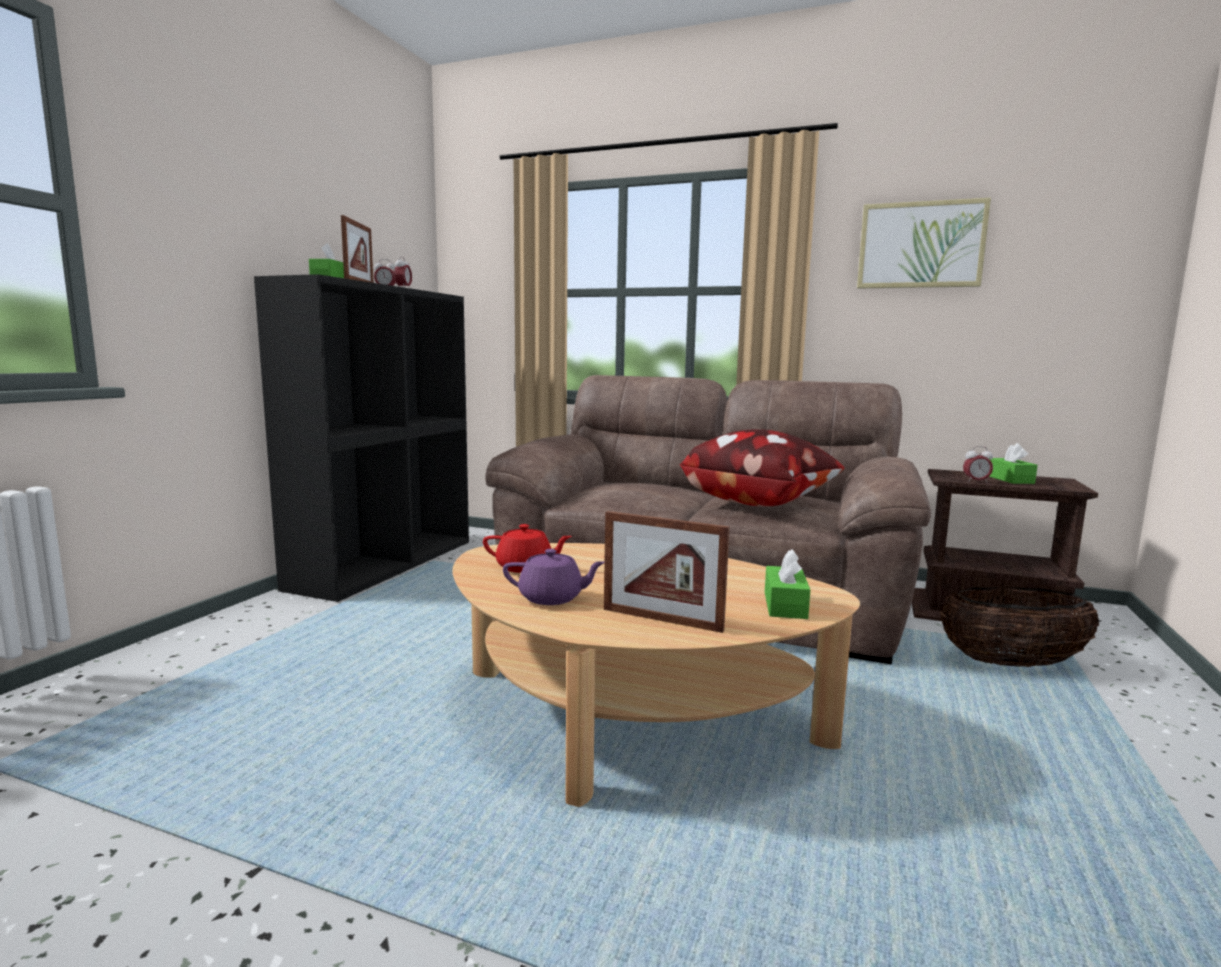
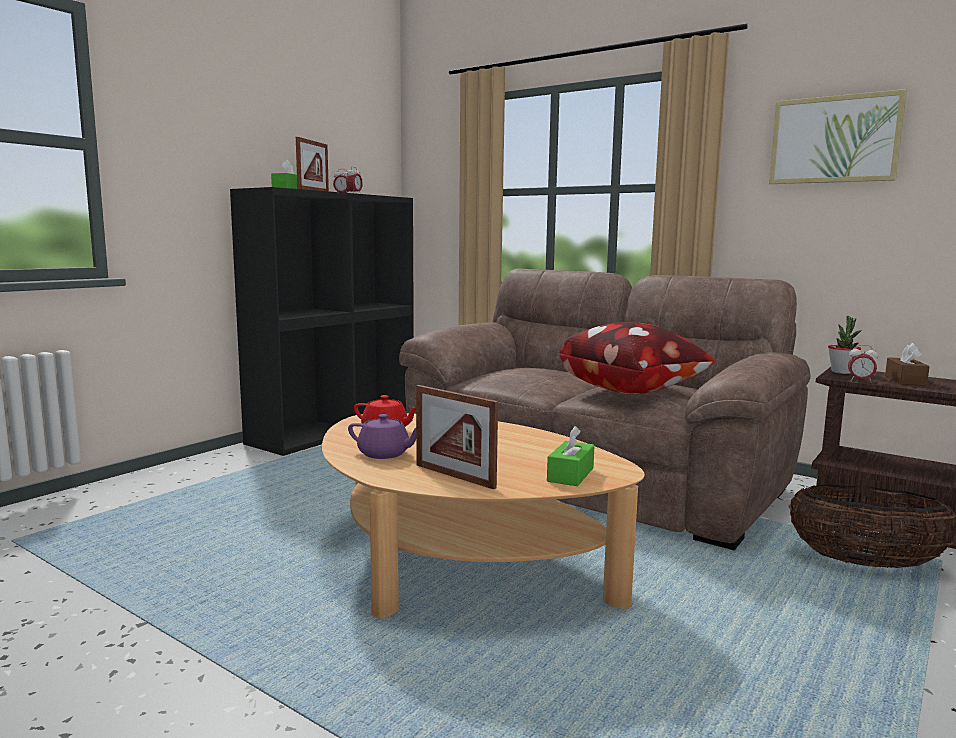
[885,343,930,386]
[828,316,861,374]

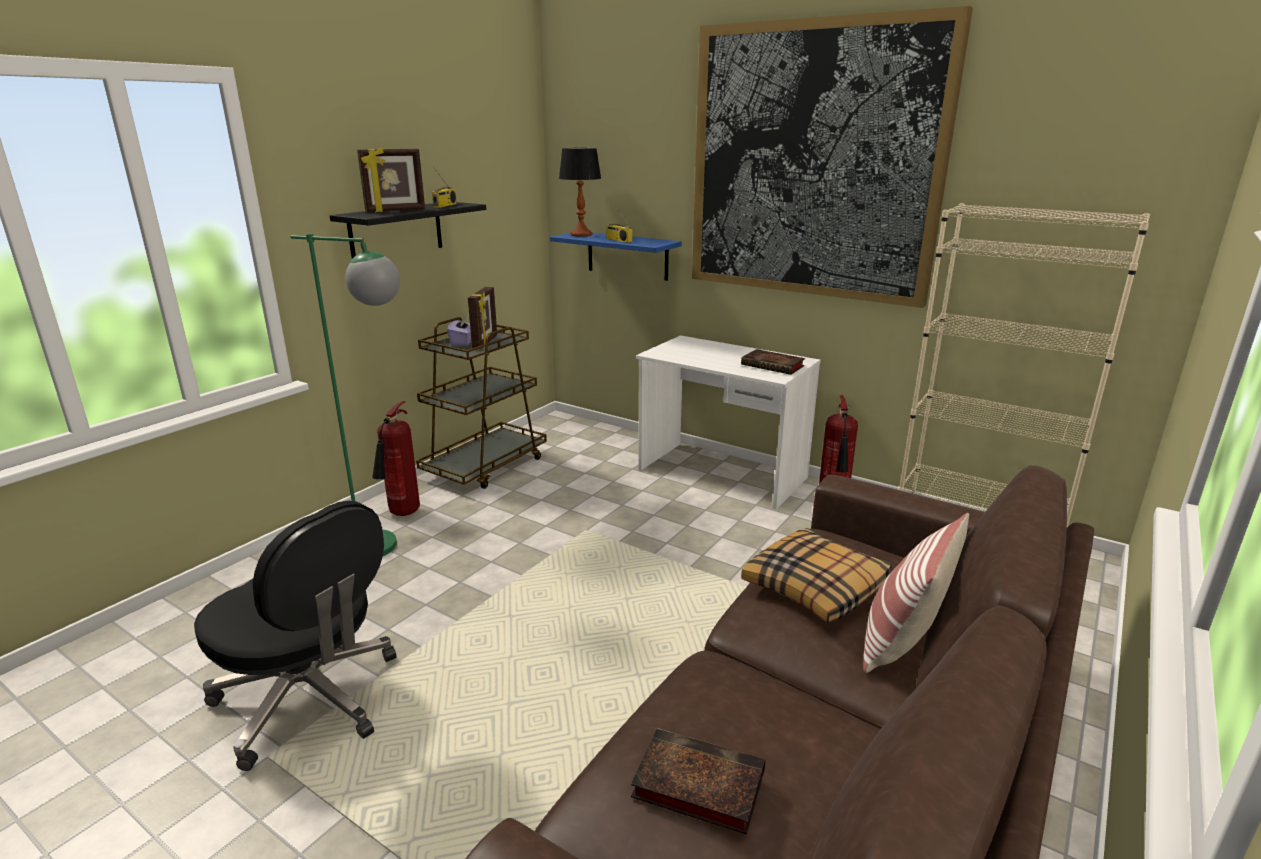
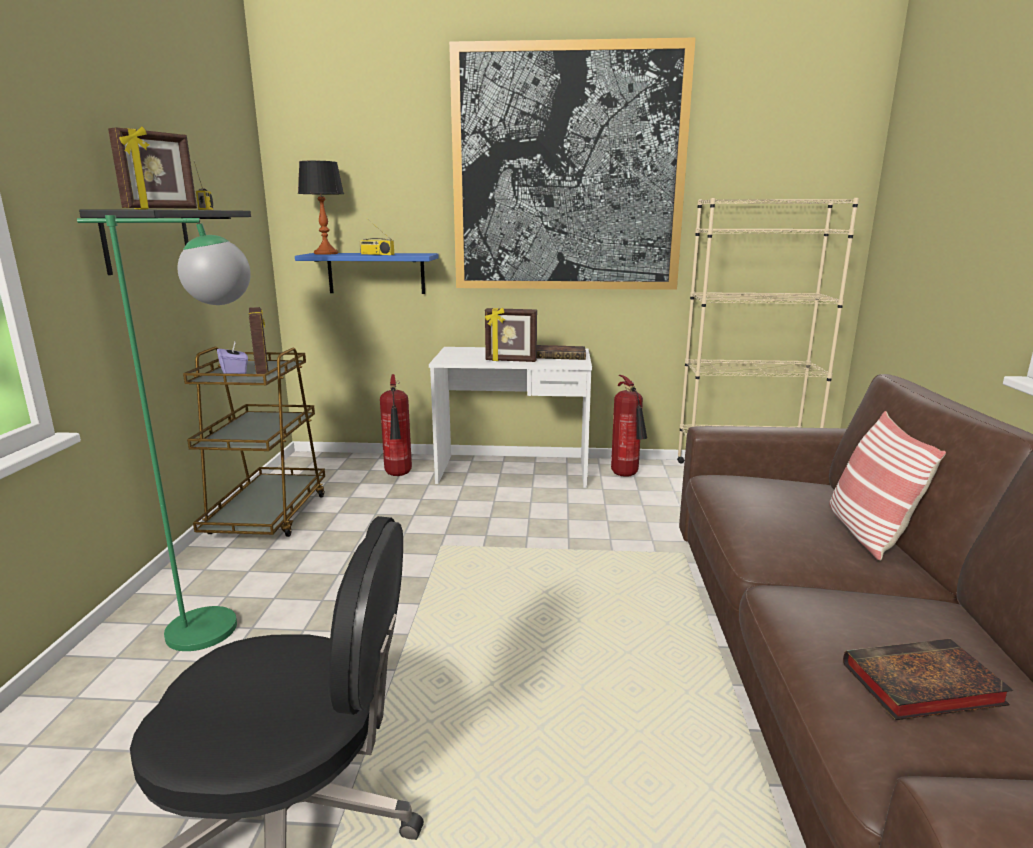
[380,374,412,476]
[741,528,892,623] (first image)
[485,308,537,362]

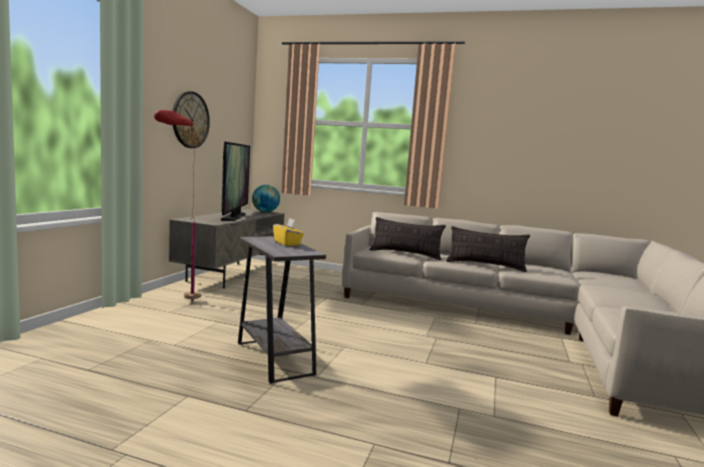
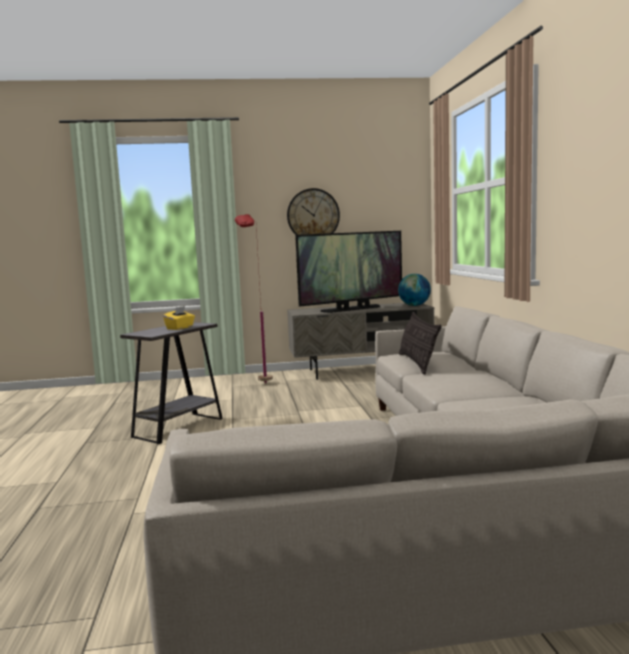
[446,226,530,272] (first image)

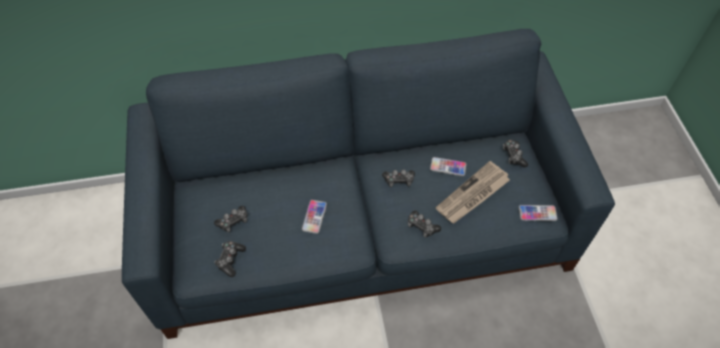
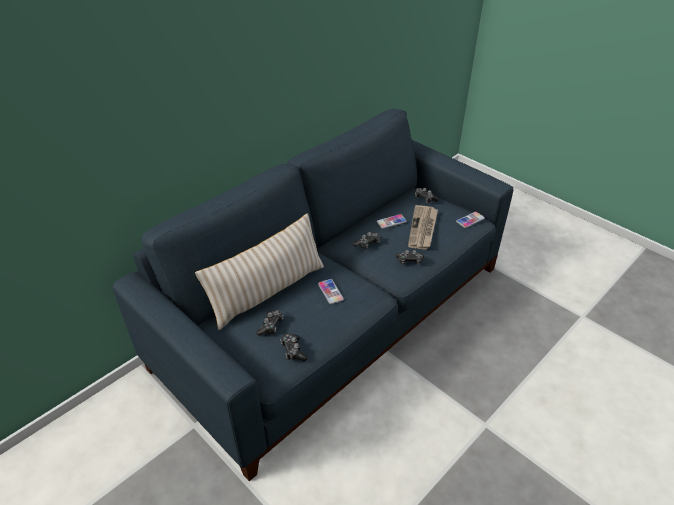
[195,213,324,330]

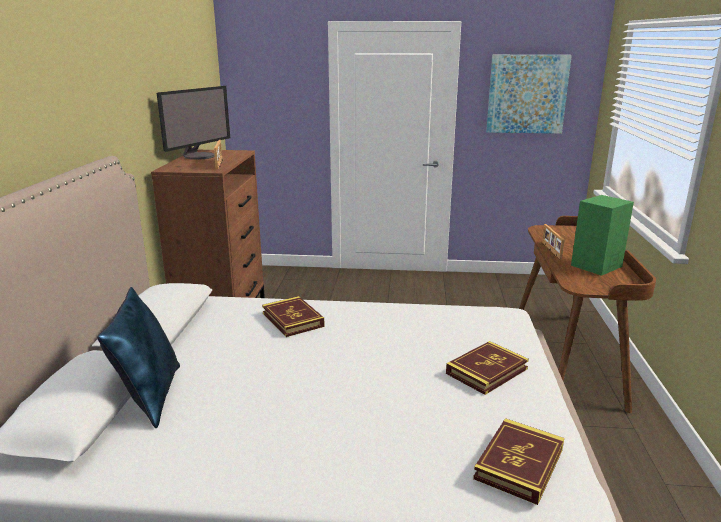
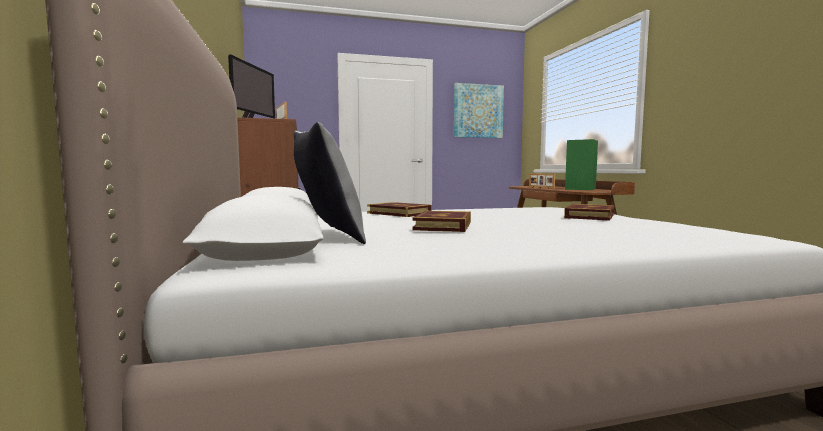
[294,122,366,244]
[412,211,471,232]

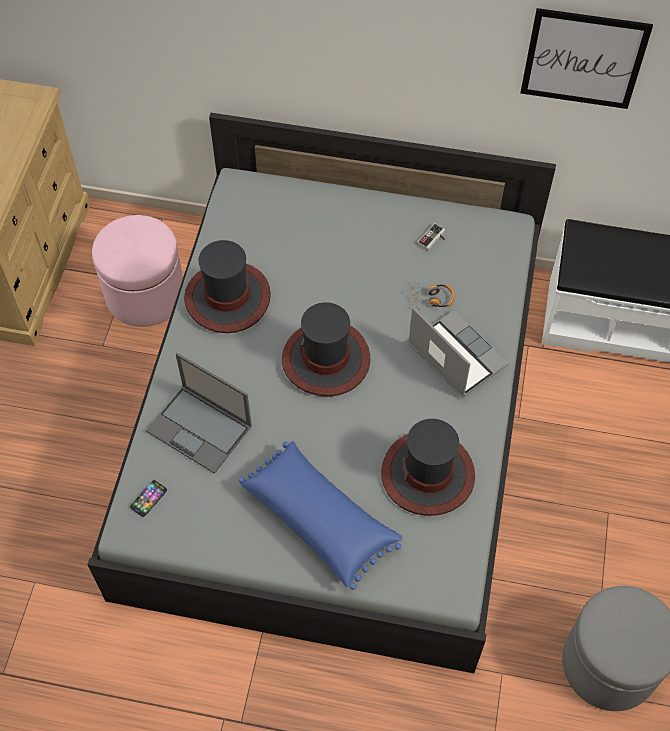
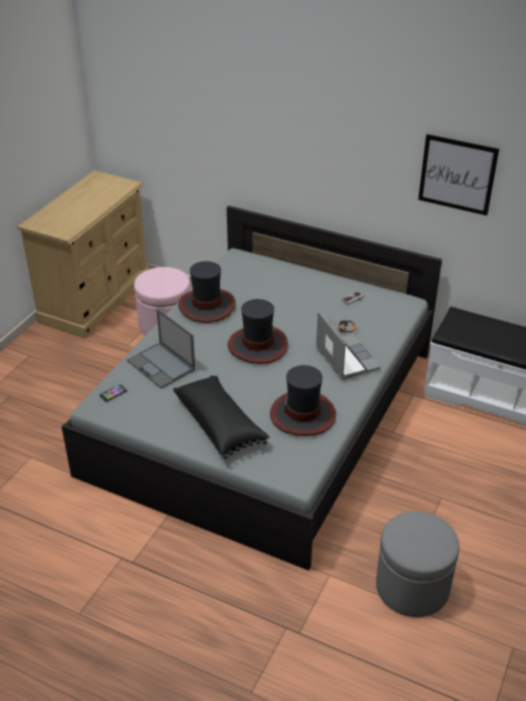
[173,376,269,459]

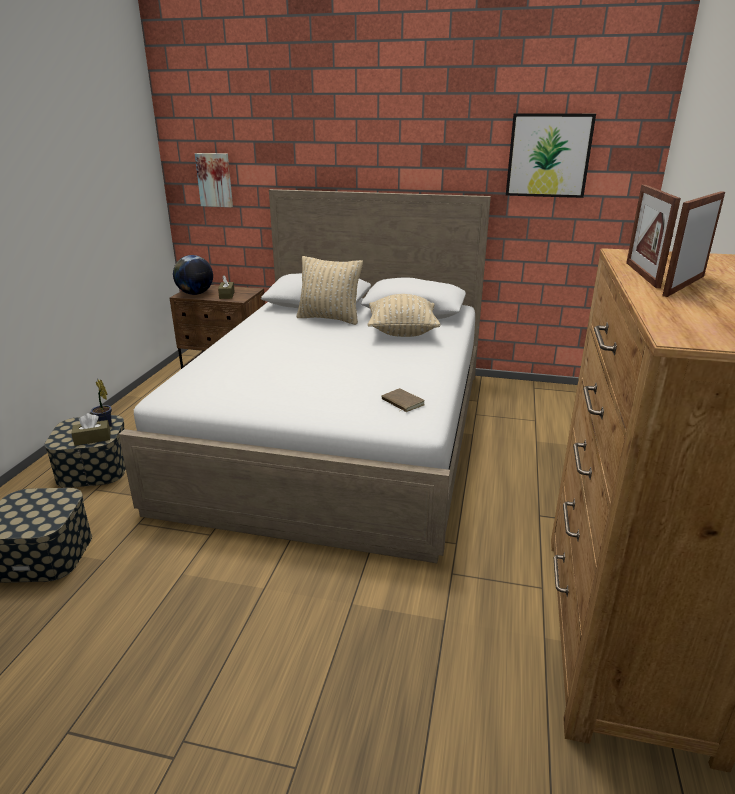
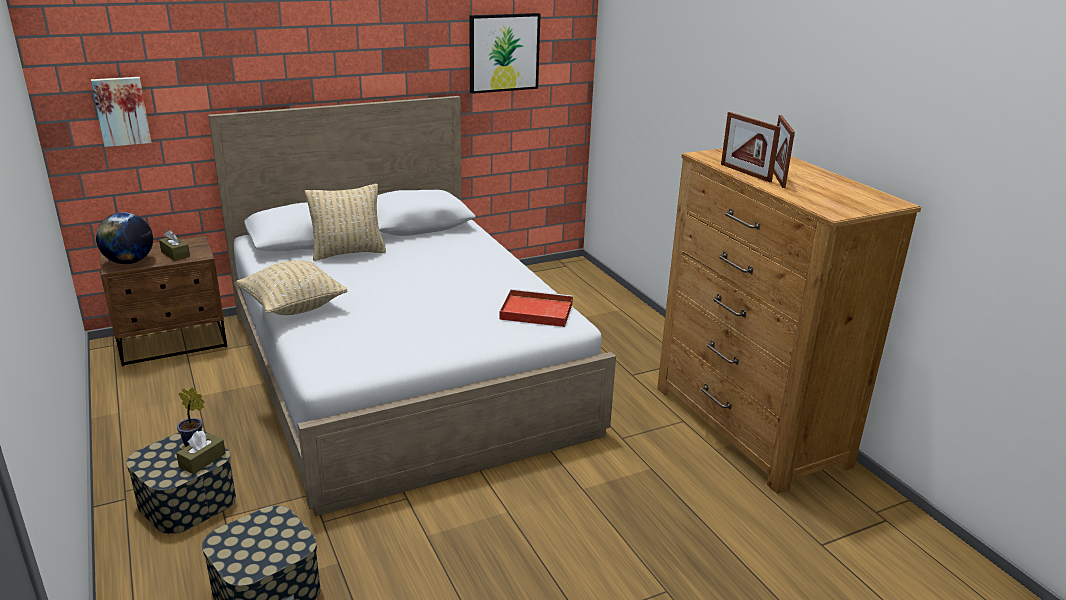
[236,260,347,315]
[500,289,573,327]

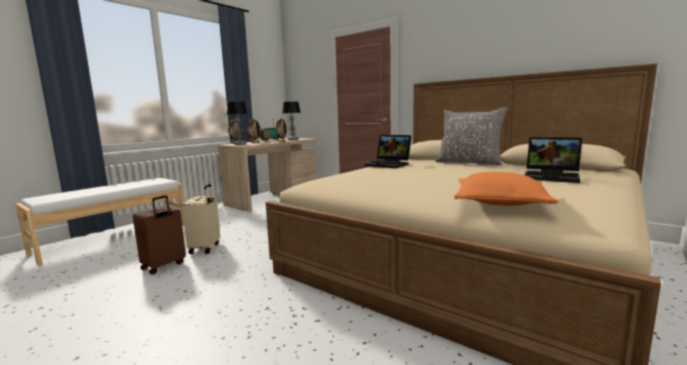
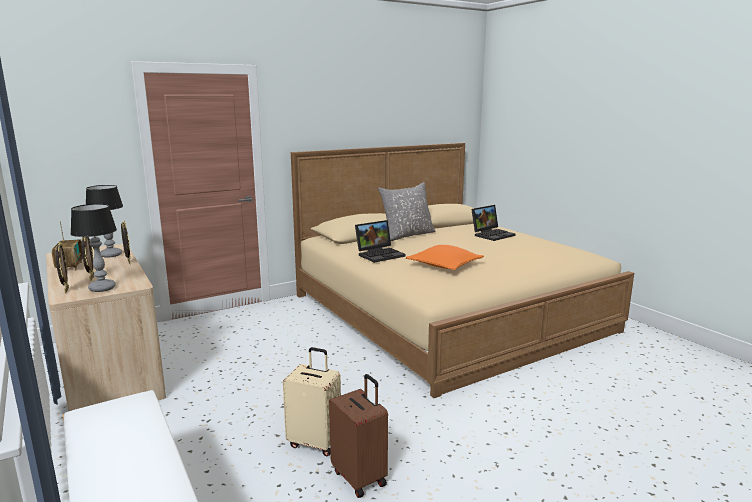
[406,245,484,270]

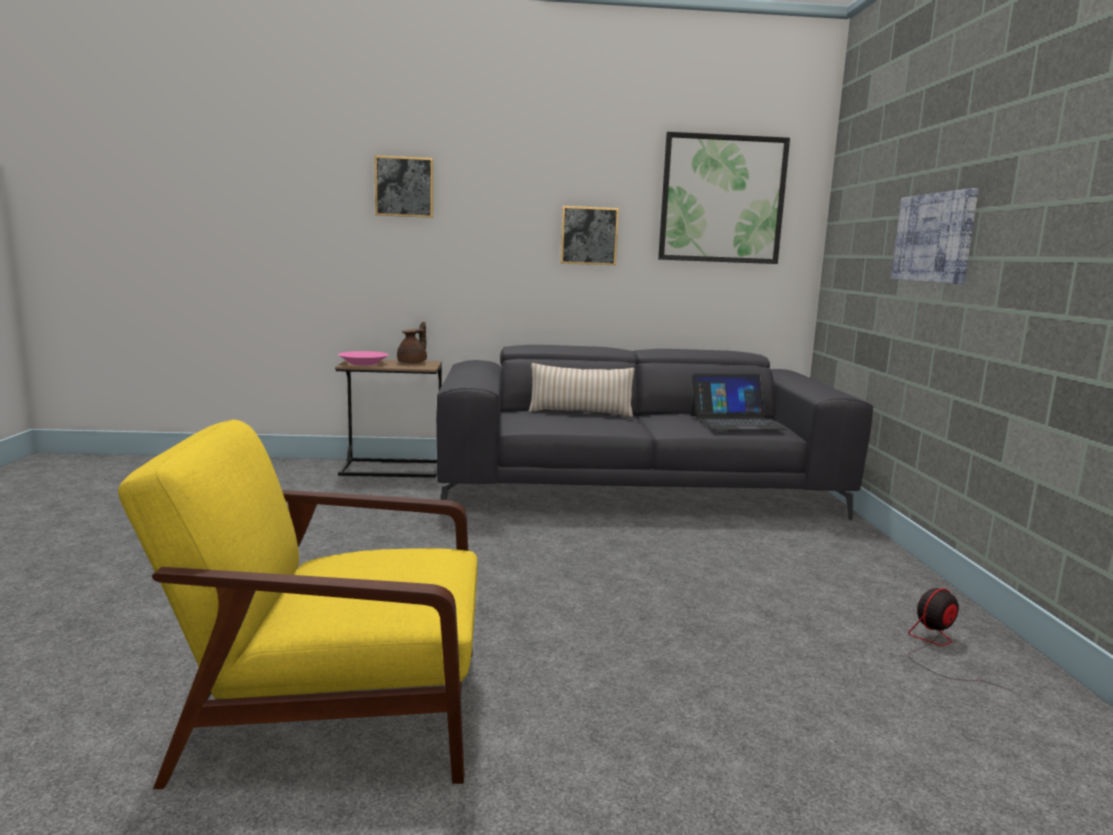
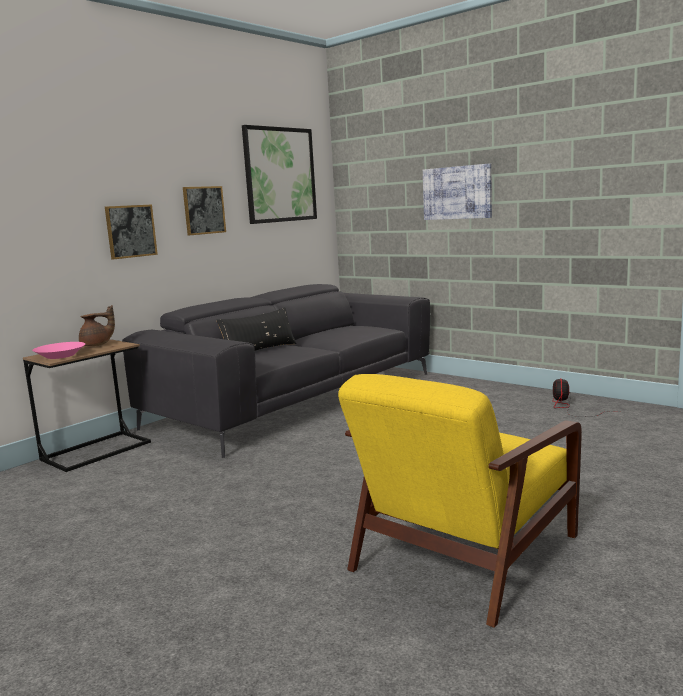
[105,204,158,260]
[79,305,115,346]
[217,307,297,351]
[691,374,787,431] (first image)

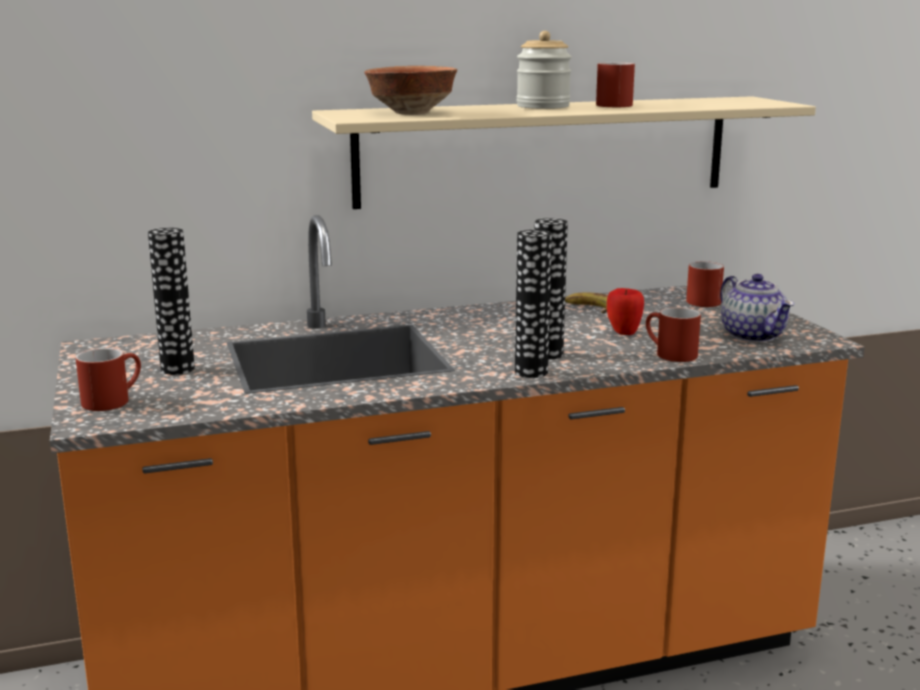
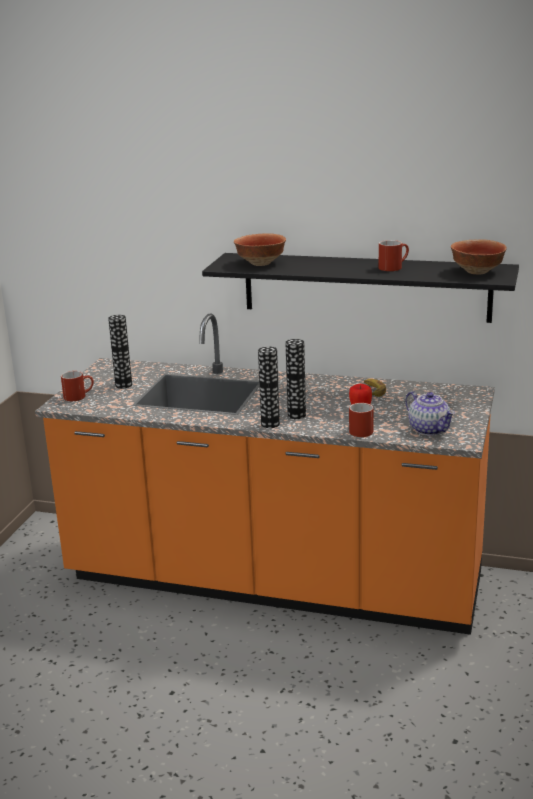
[202,253,519,323]
[516,31,572,109] (first image)
[686,261,724,307] (first image)
[405,391,455,435]
[451,239,507,274]

